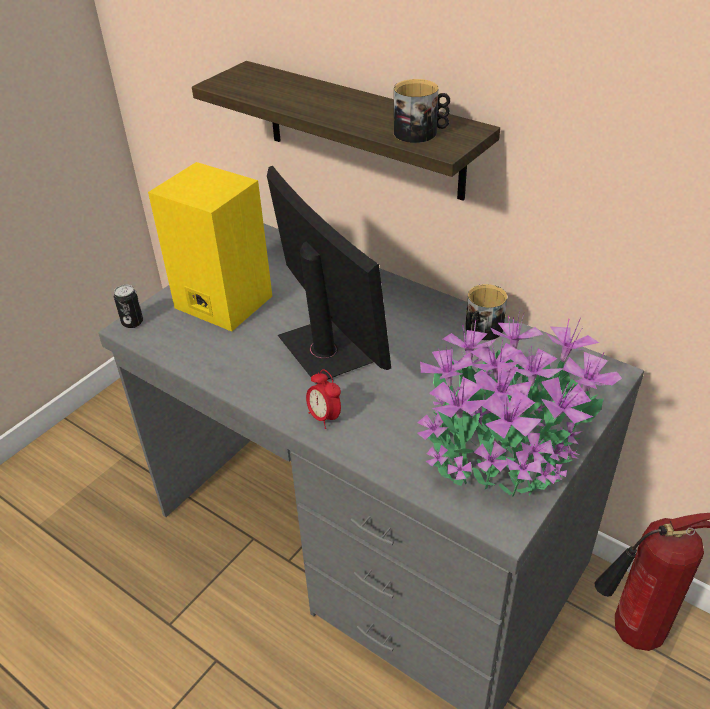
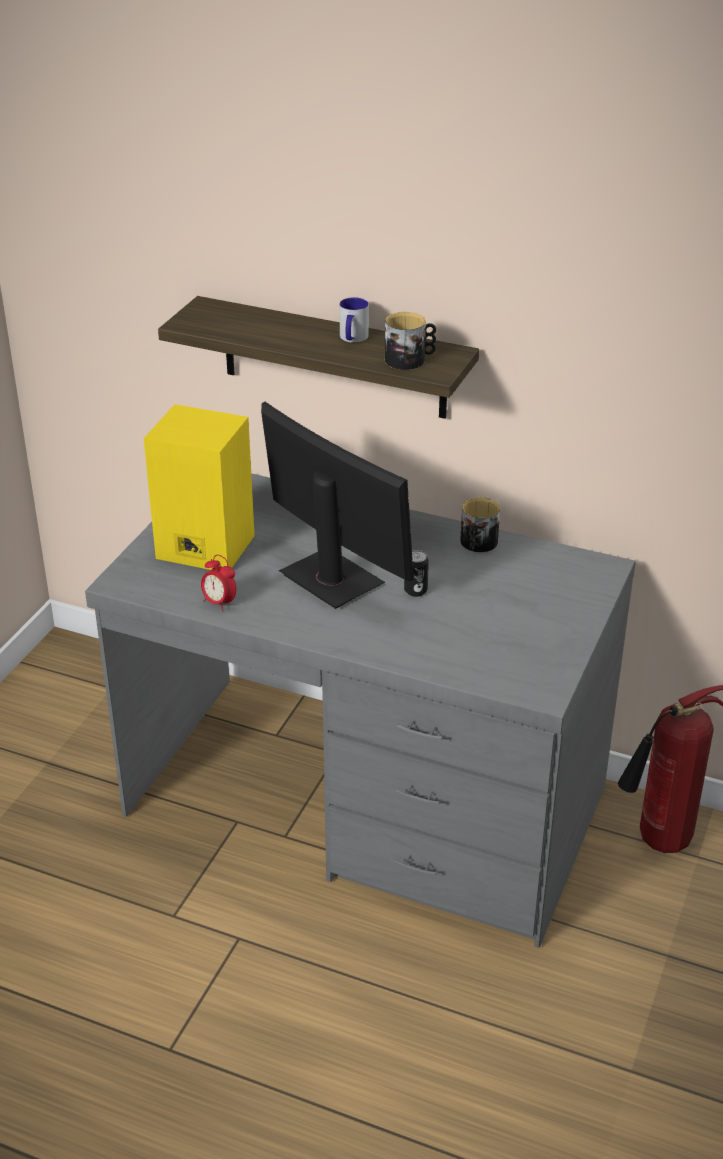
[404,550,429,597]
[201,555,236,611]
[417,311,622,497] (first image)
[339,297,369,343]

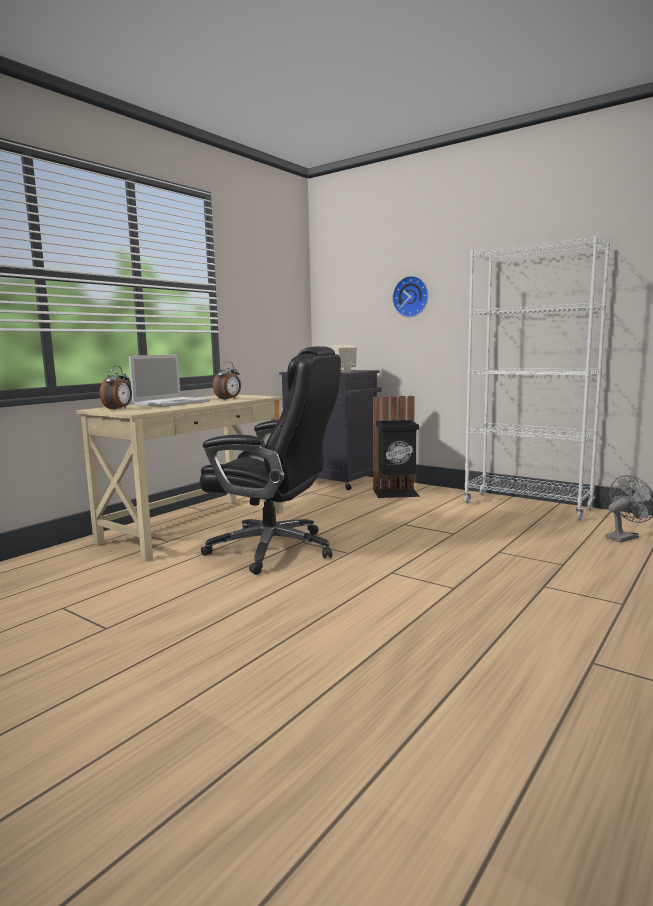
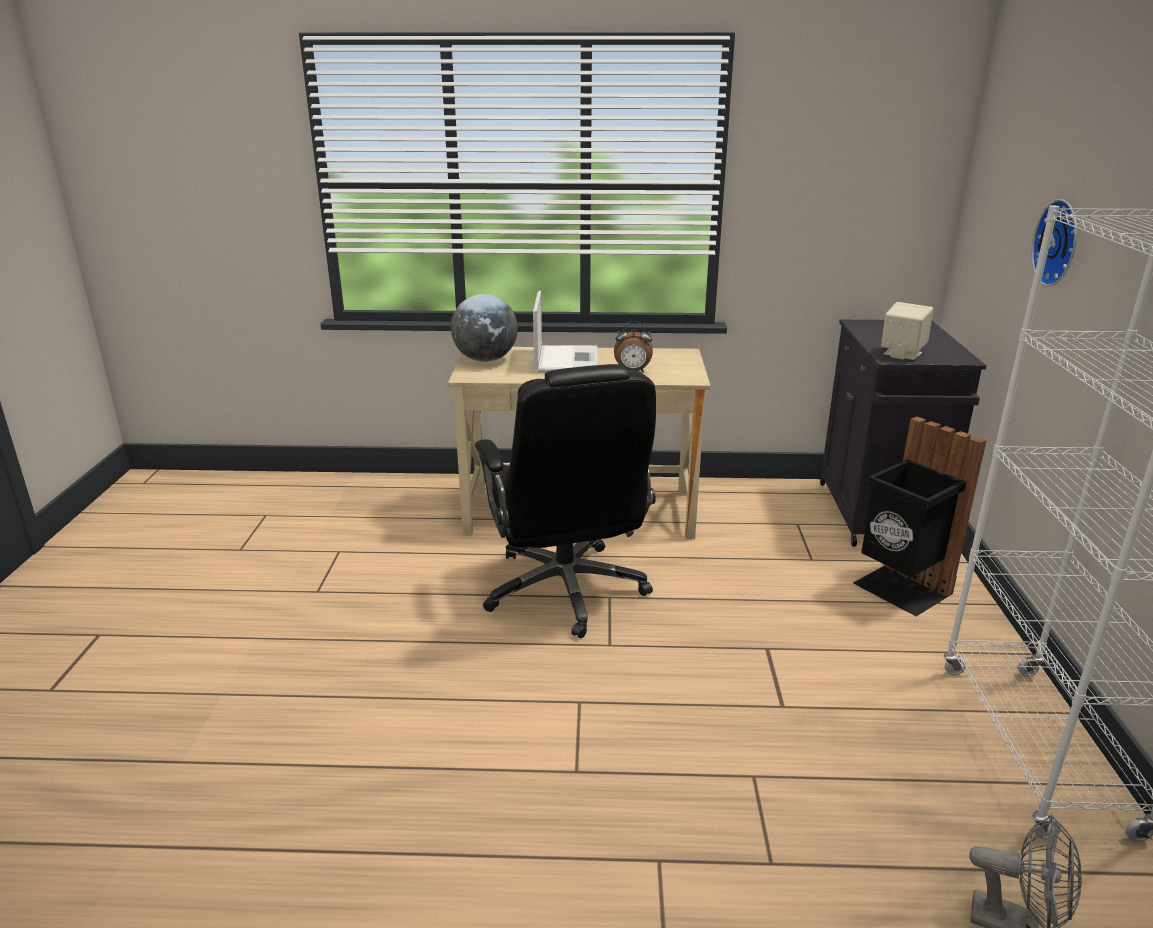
[451,294,518,362]
[533,291,598,373]

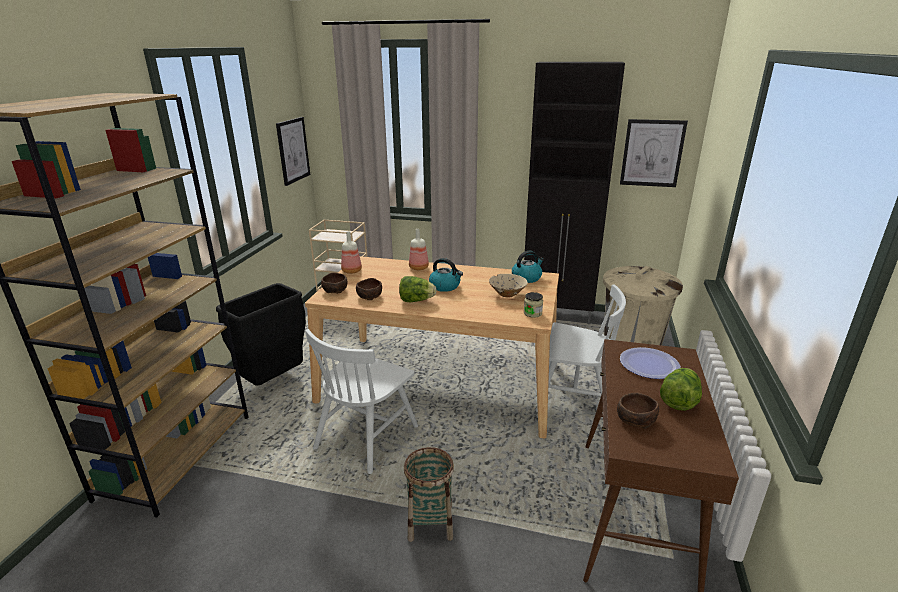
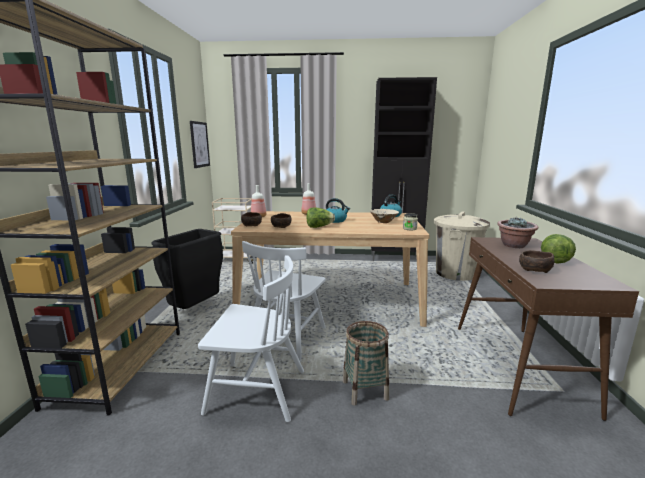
[198,255,304,422]
[620,119,688,187] (first image)
[497,217,539,248]

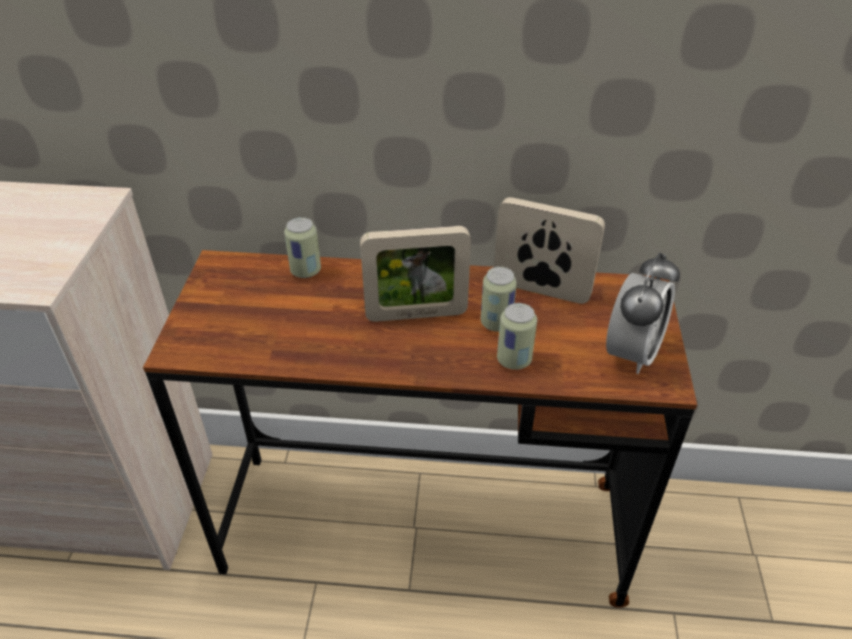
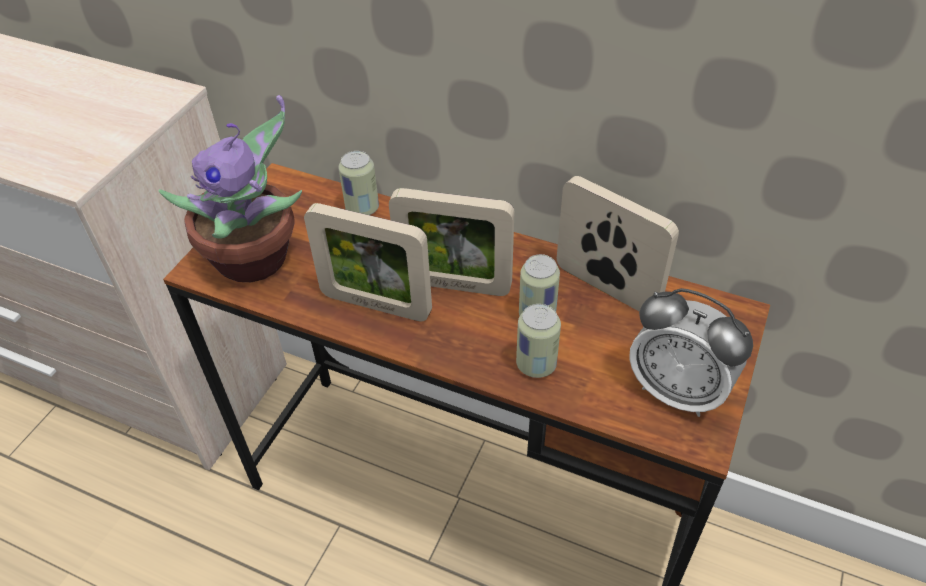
[629,288,753,417]
[159,95,302,282]
[304,203,432,322]

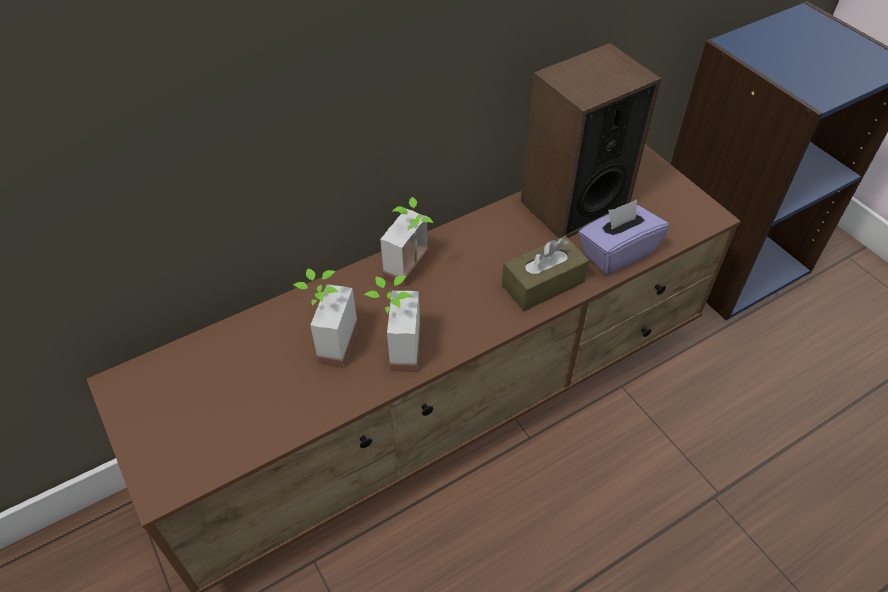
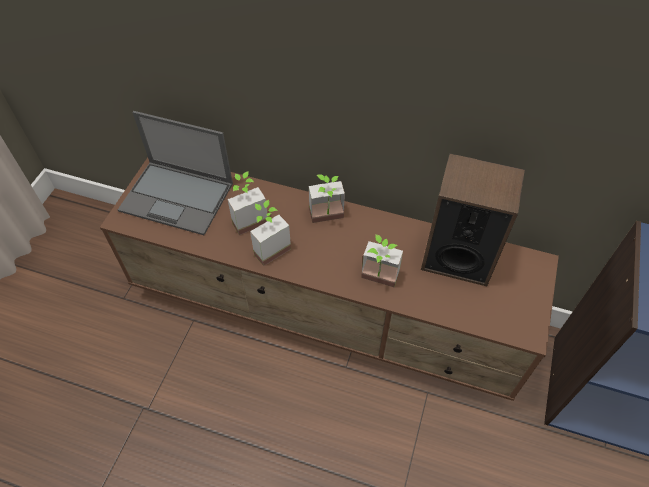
[361,234,403,287]
[578,200,669,275] (first image)
[118,111,233,235]

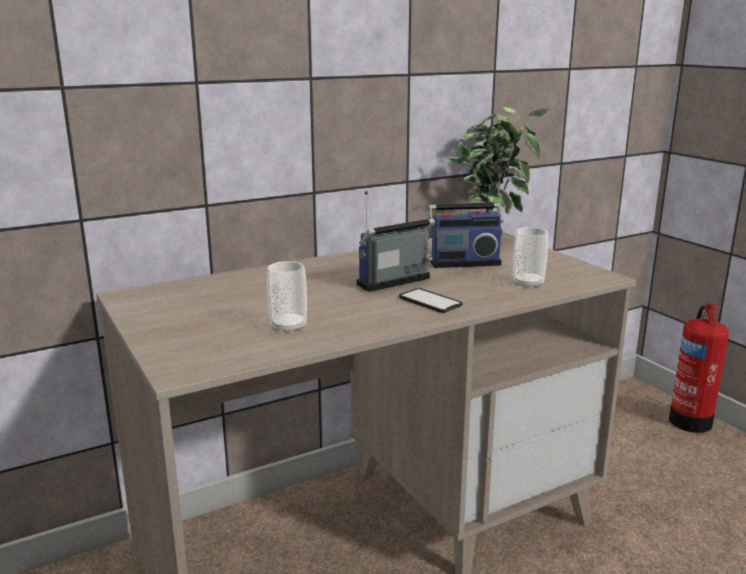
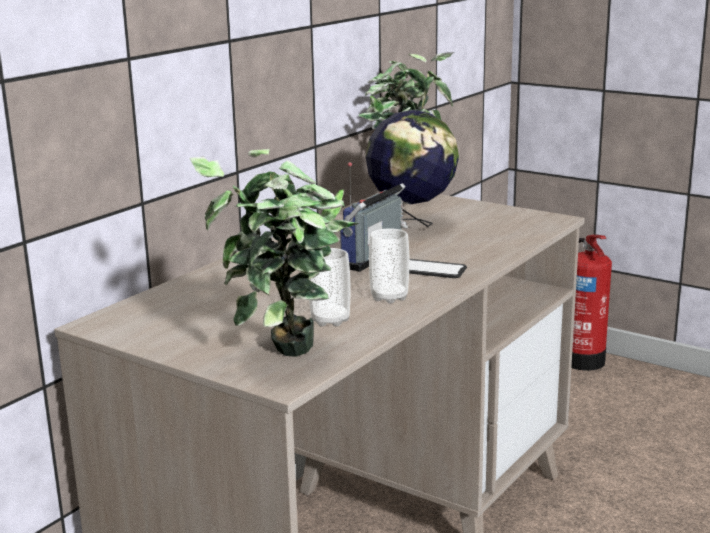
[365,110,459,227]
[369,229,409,304]
[190,149,360,357]

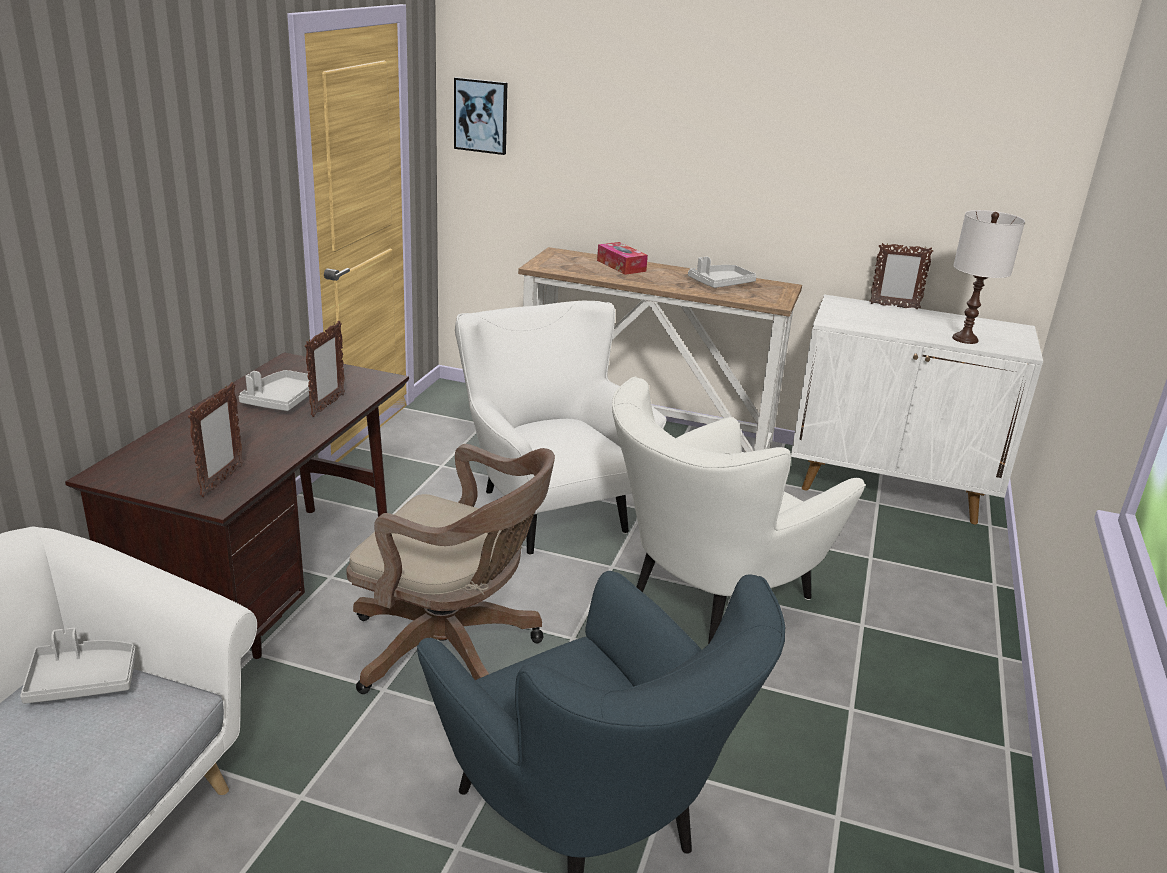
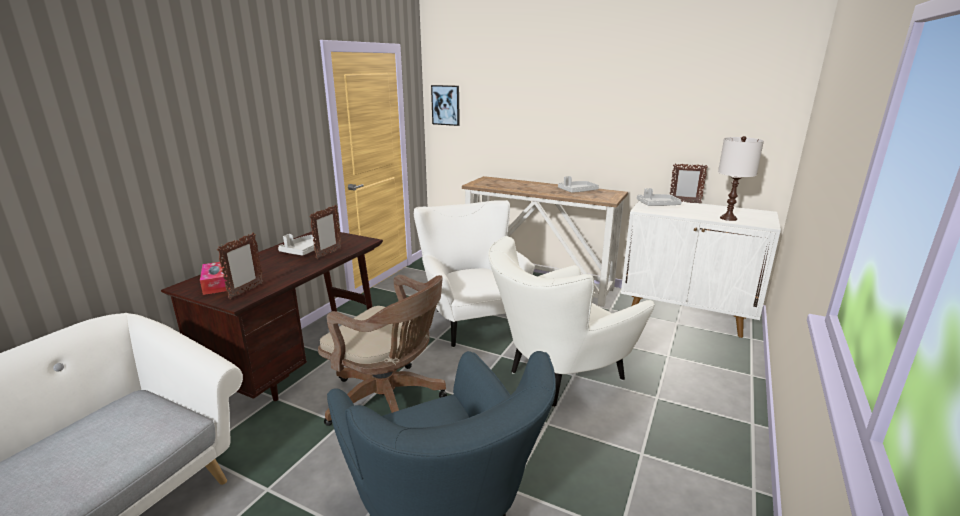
[637,188,682,206]
[200,262,230,295]

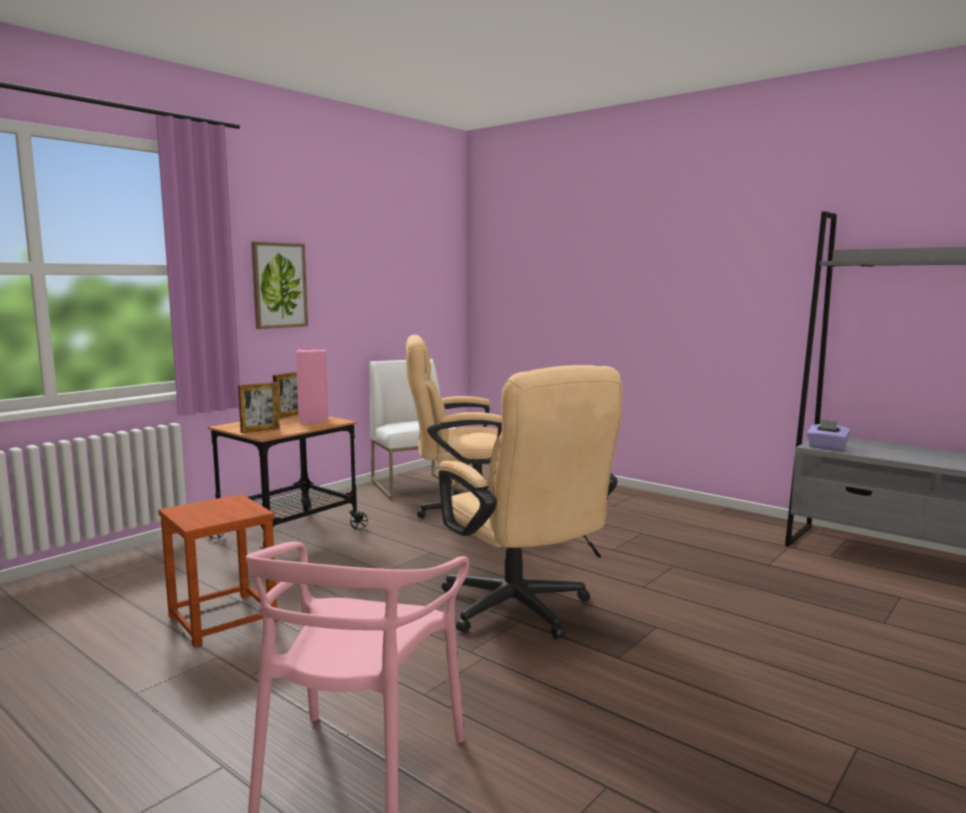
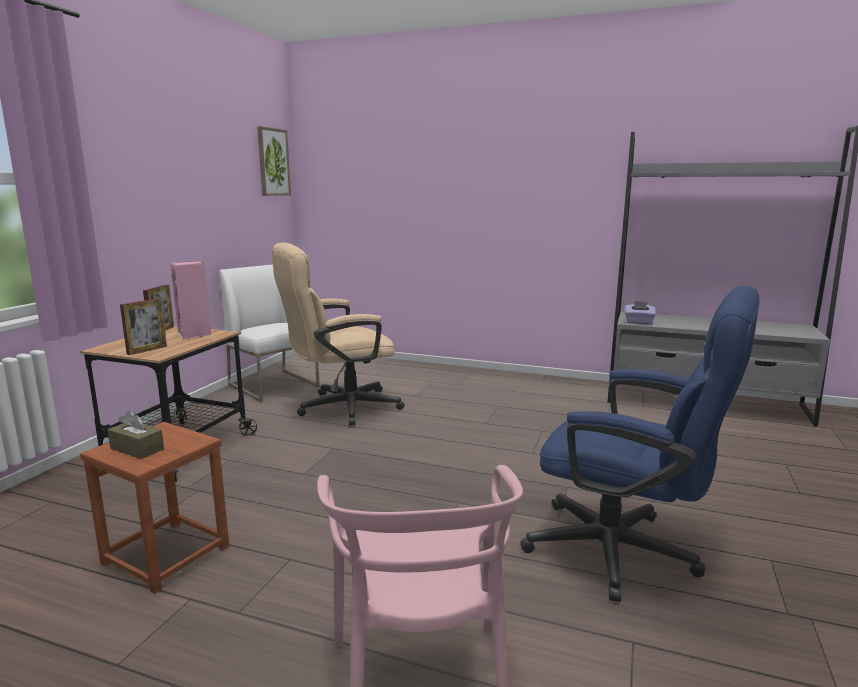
[257,126,291,196]
[439,365,623,639] (first image)
[108,411,164,459]
[520,285,760,602]

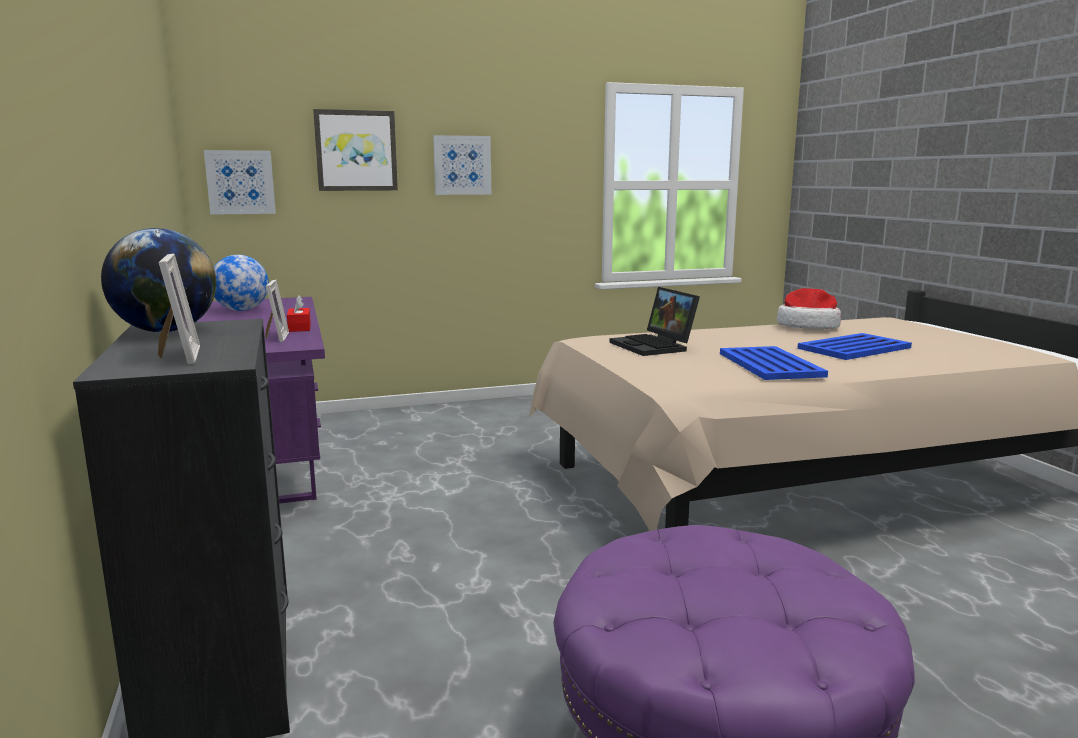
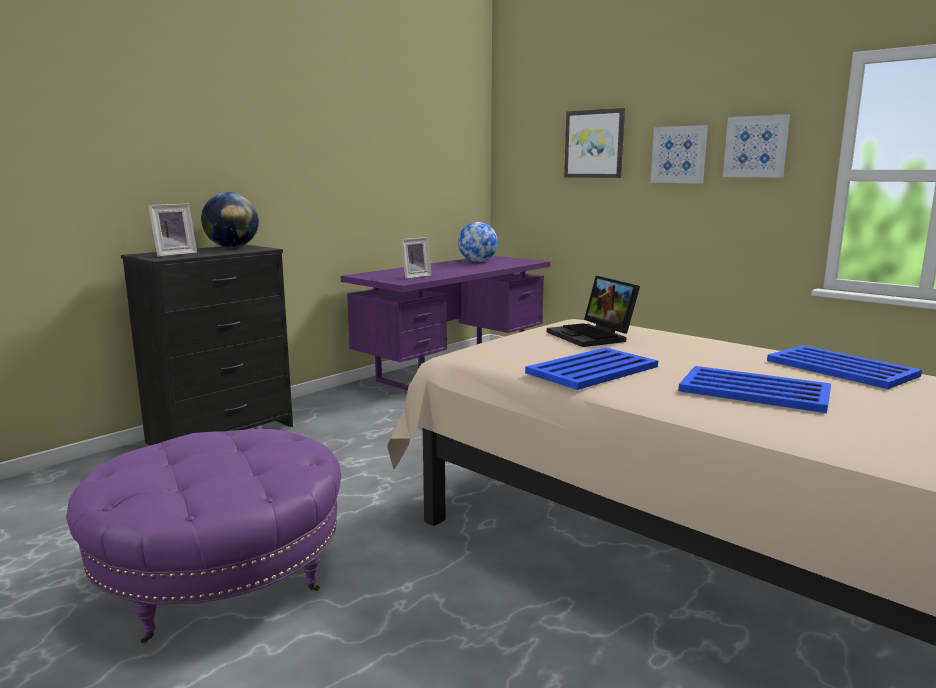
[723,114,790,177]
[287,295,311,332] (first image)
[547,276,640,347]
[767,345,922,389]

